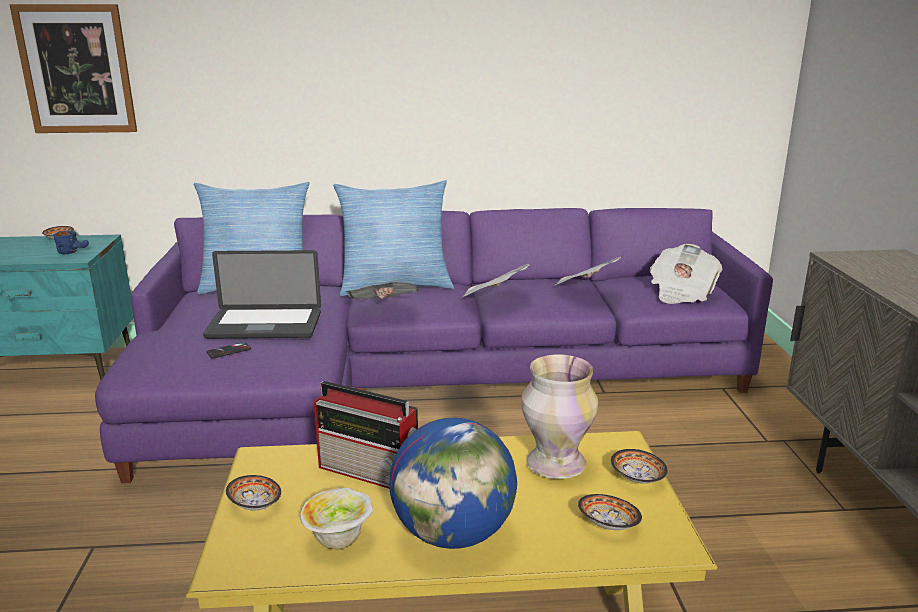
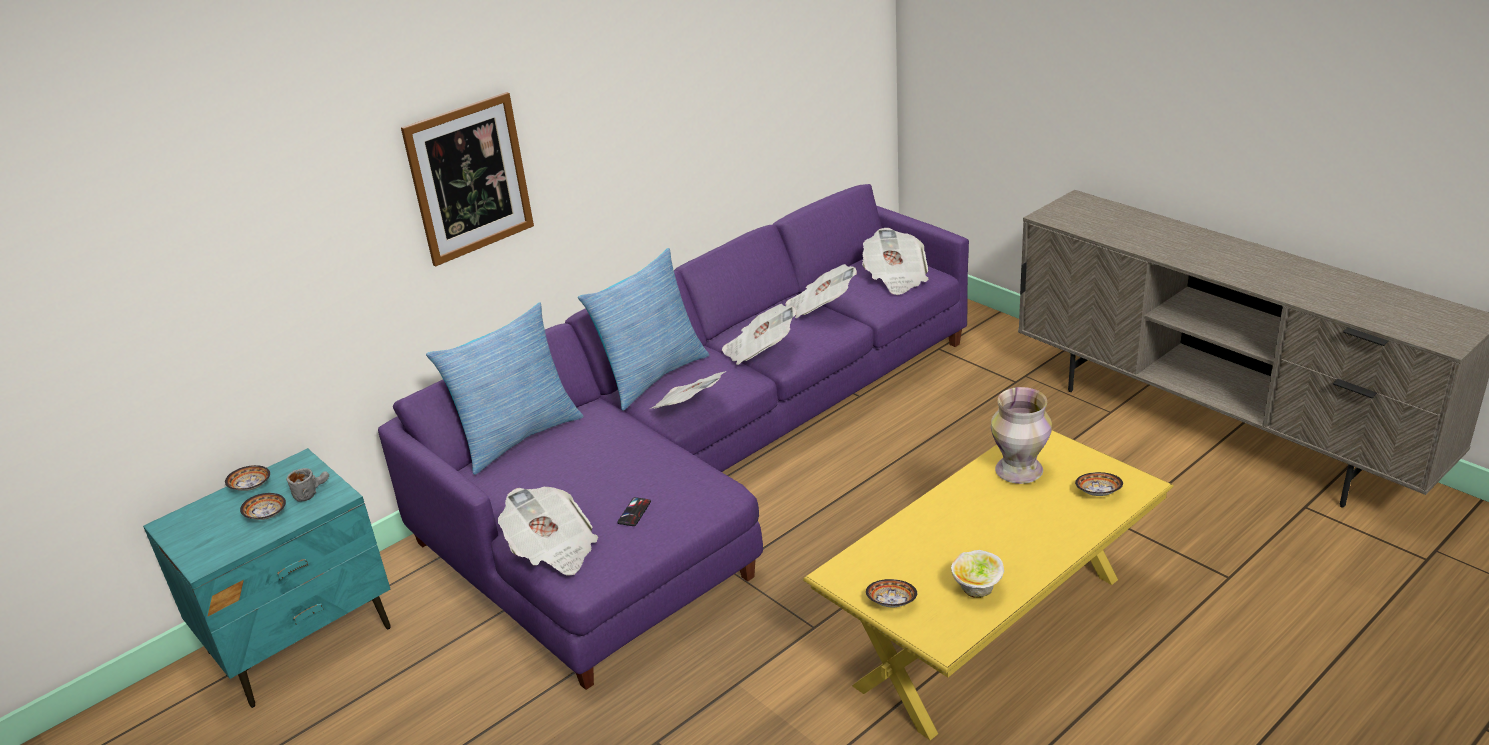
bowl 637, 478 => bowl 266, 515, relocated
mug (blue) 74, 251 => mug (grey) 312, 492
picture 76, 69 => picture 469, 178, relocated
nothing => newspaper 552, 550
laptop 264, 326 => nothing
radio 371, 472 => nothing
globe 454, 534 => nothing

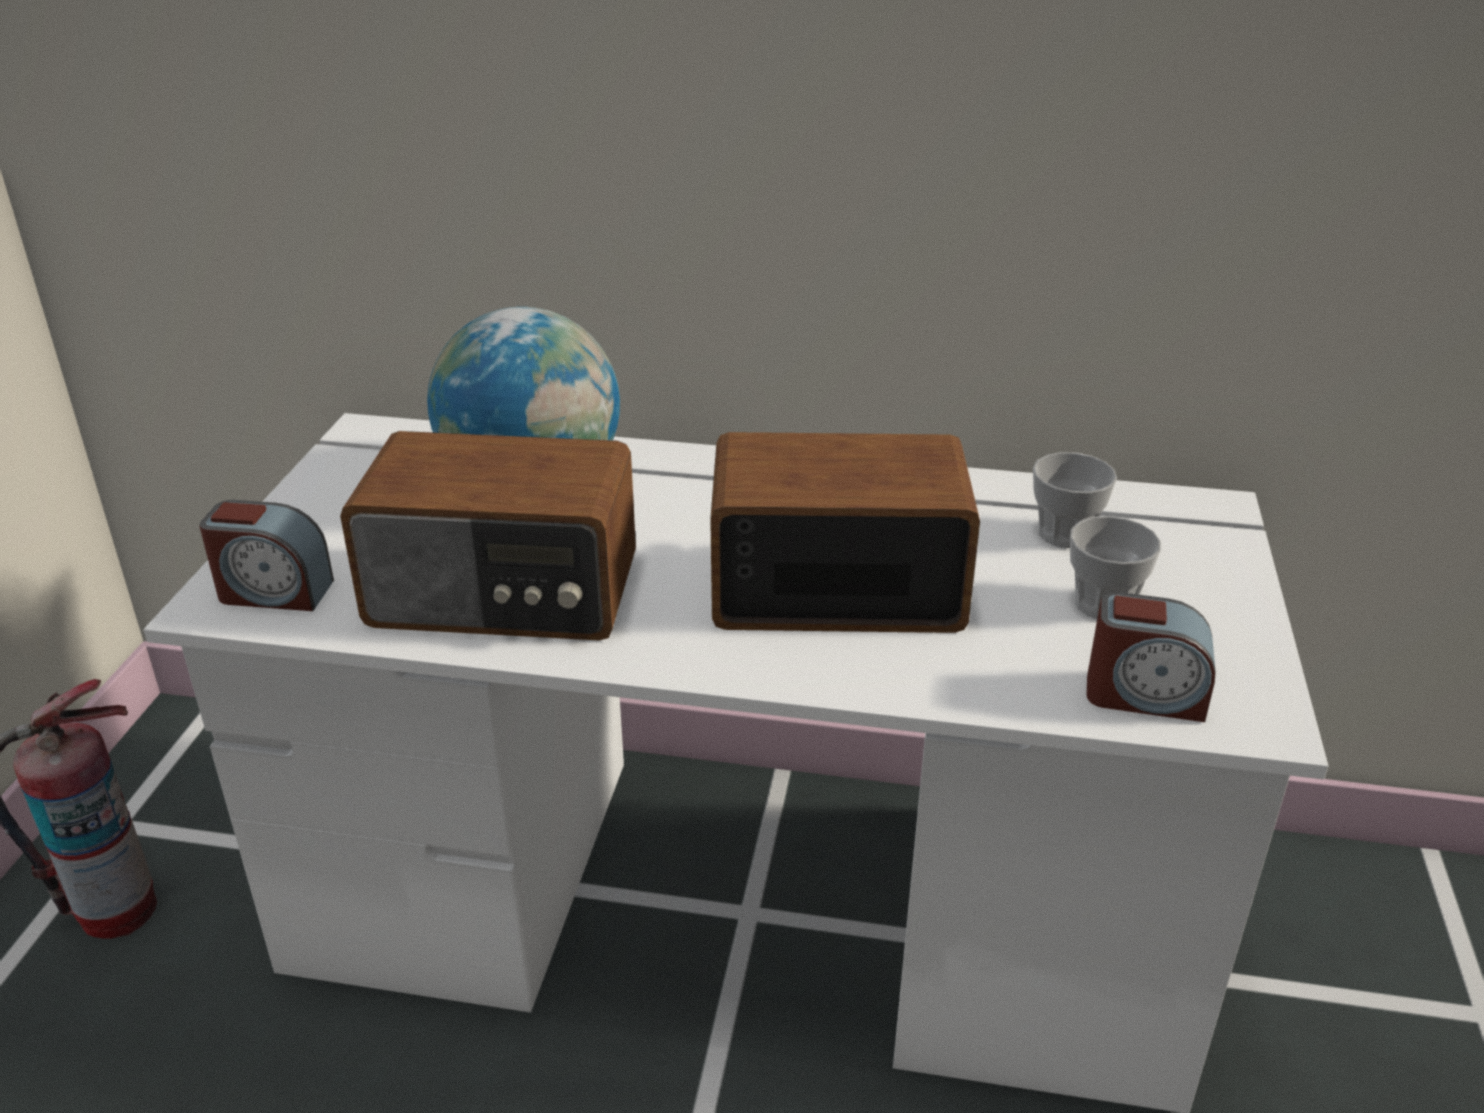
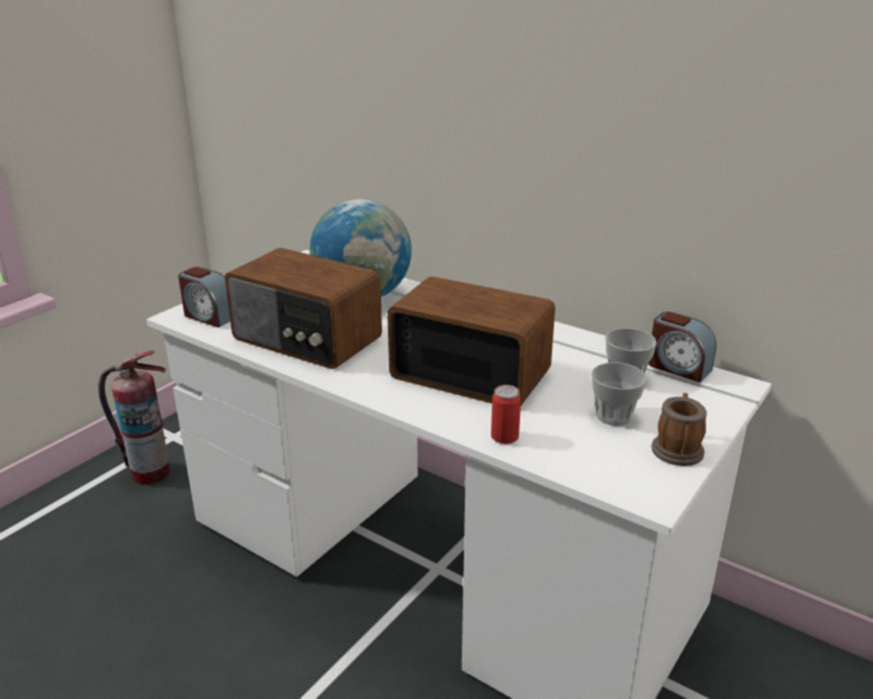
nothing => can 504, 436
alarm clock 1144, 695 => alarm clock 678, 367, relocated
nothing => mug 677, 448

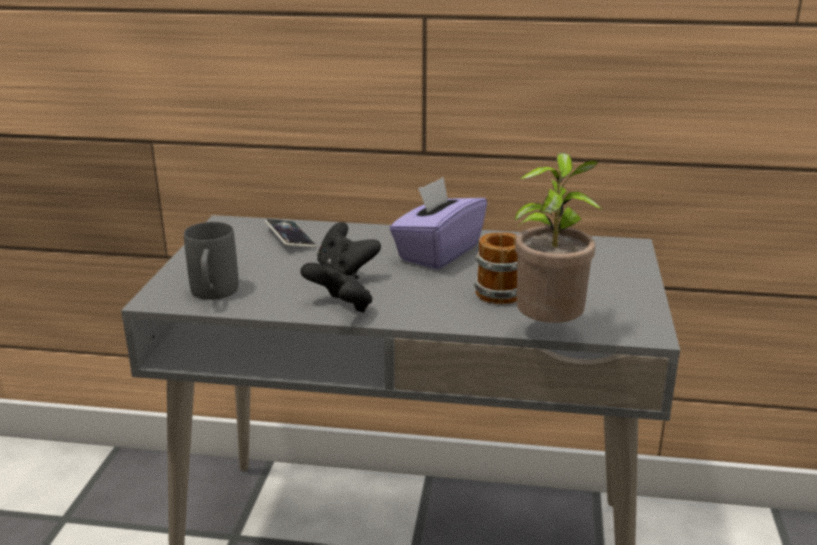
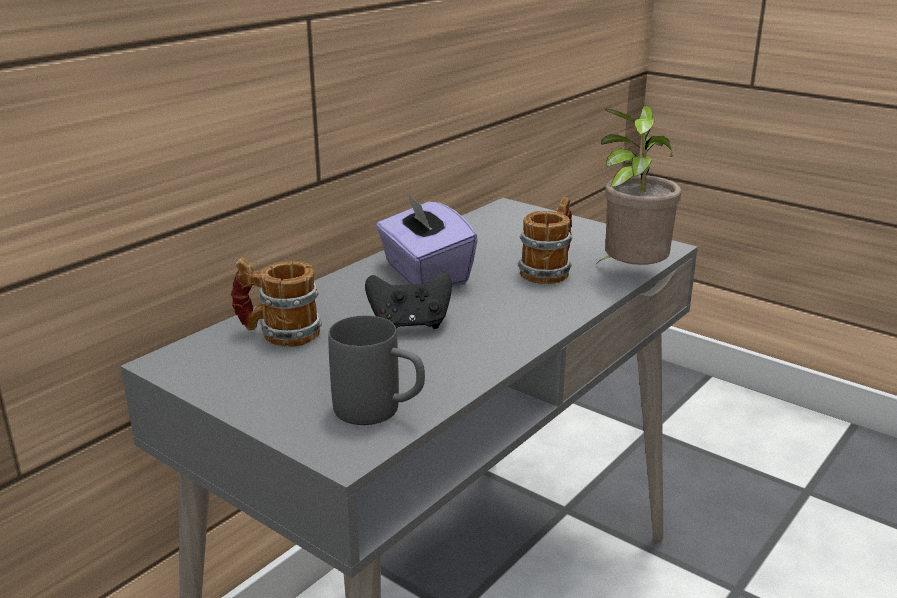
phone 290, 238 => mug 279, 333
game controller (black) 340, 308 => nothing

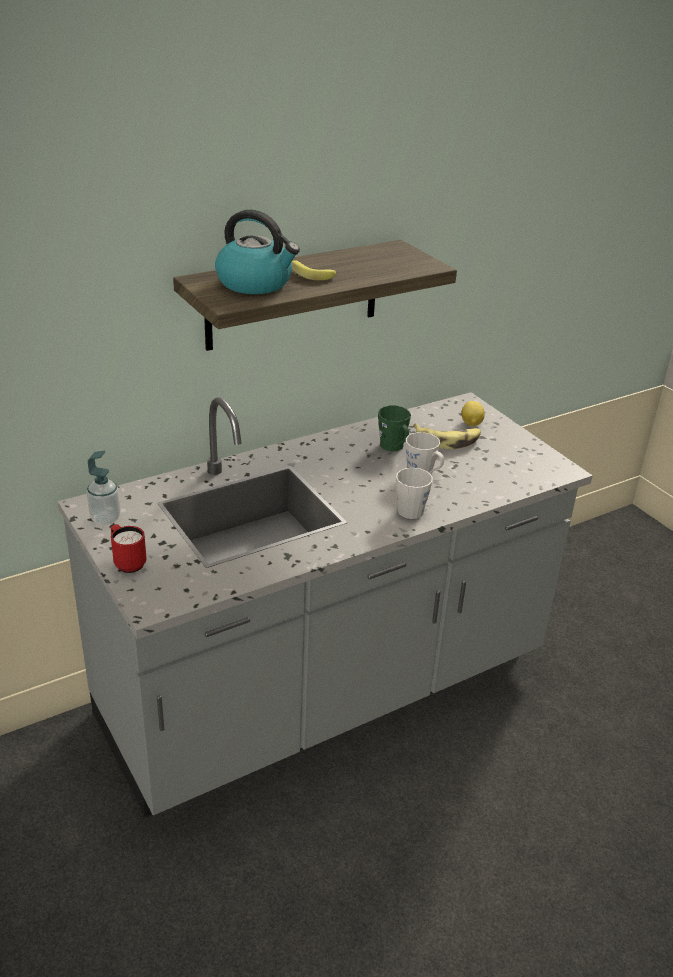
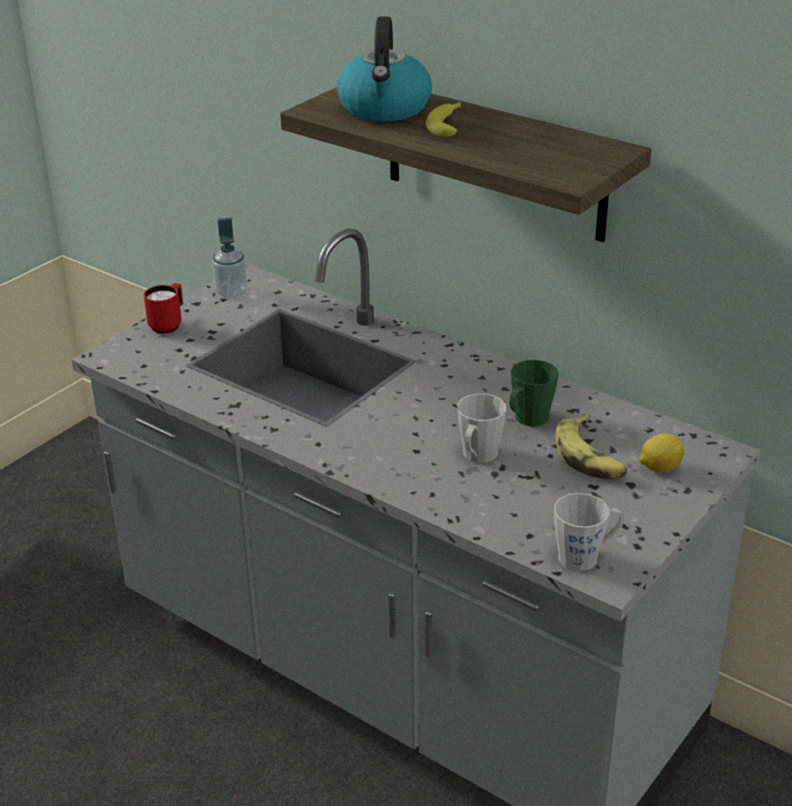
mug (grey) 411, 508 => mug (grey) 585, 556, relocated

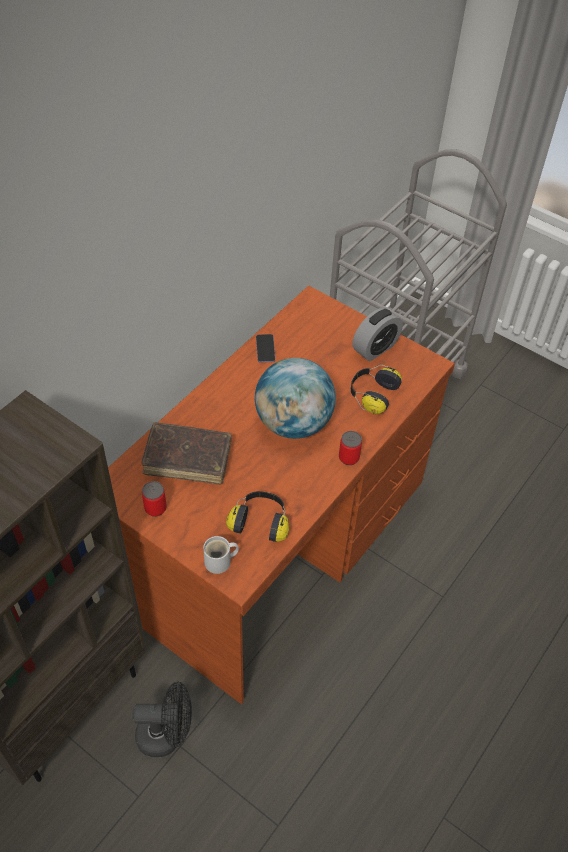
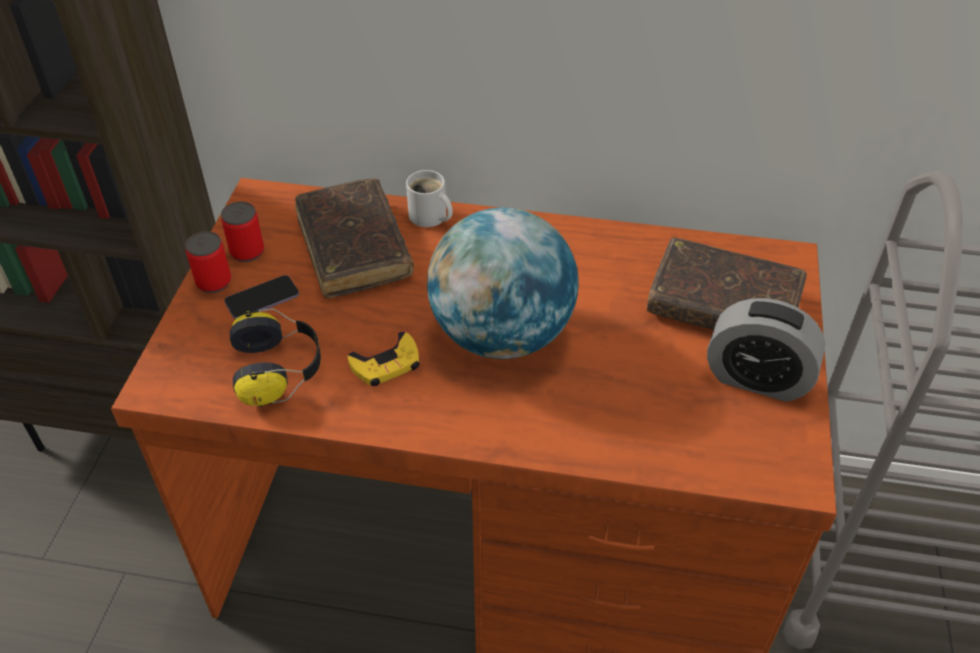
can 348, 457 => can 214, 282, relocated
phone 265, 349 => phone 262, 299, relocated
nothing => game controller (yellow) 386, 364
mug (white) 220, 562 => mug (white) 429, 217, relocated
nothing => book (brown) 723, 305
fan (black) 166, 735 => nothing
headphones 372, 395 => nothing

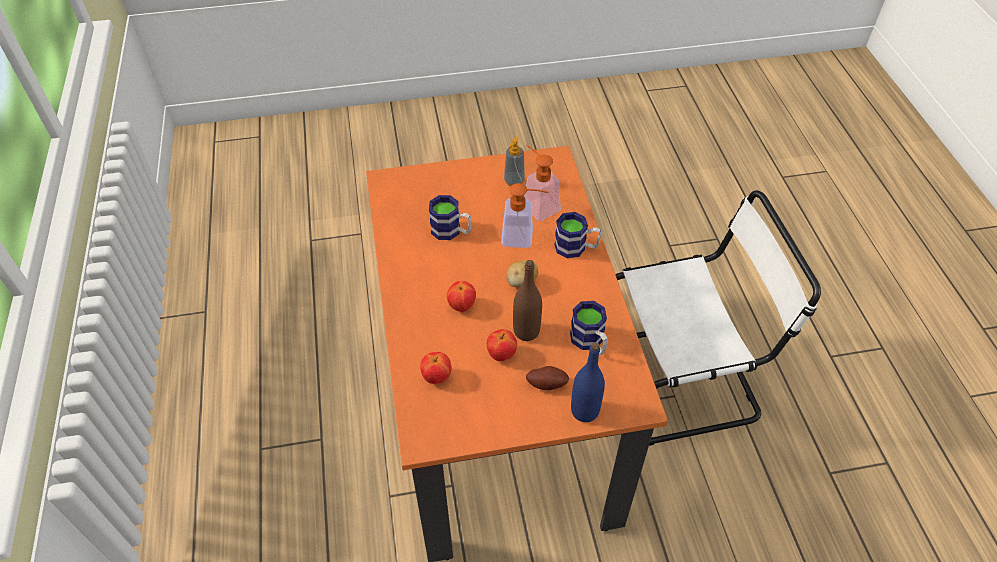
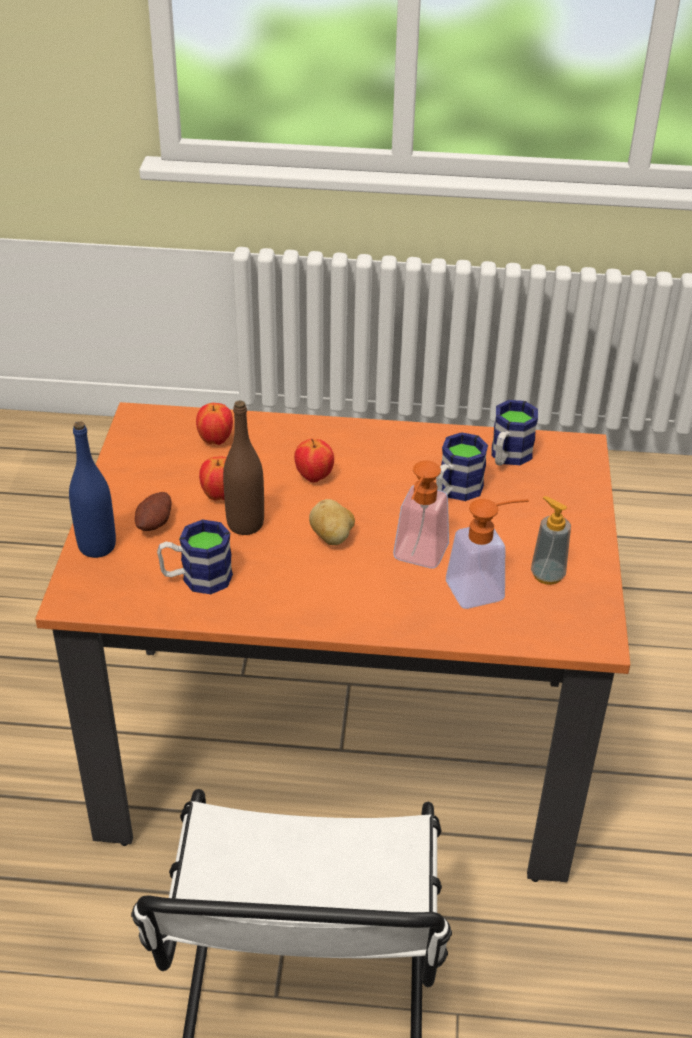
mug 576, 248 => mug 508, 457, relocated

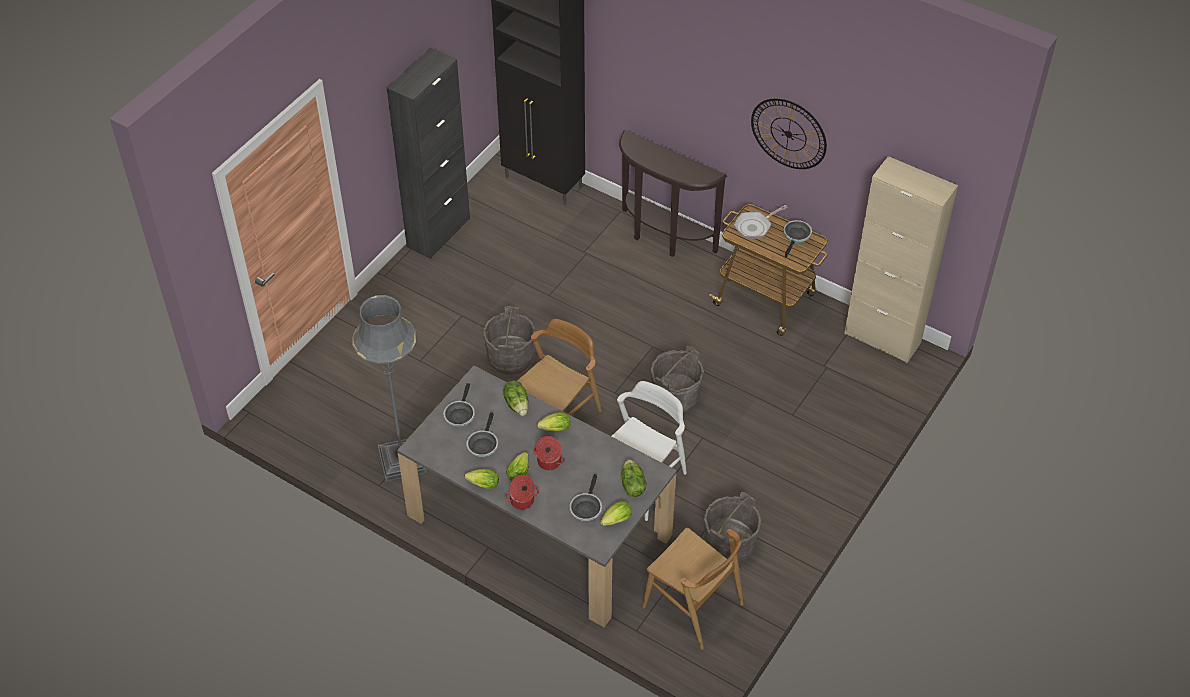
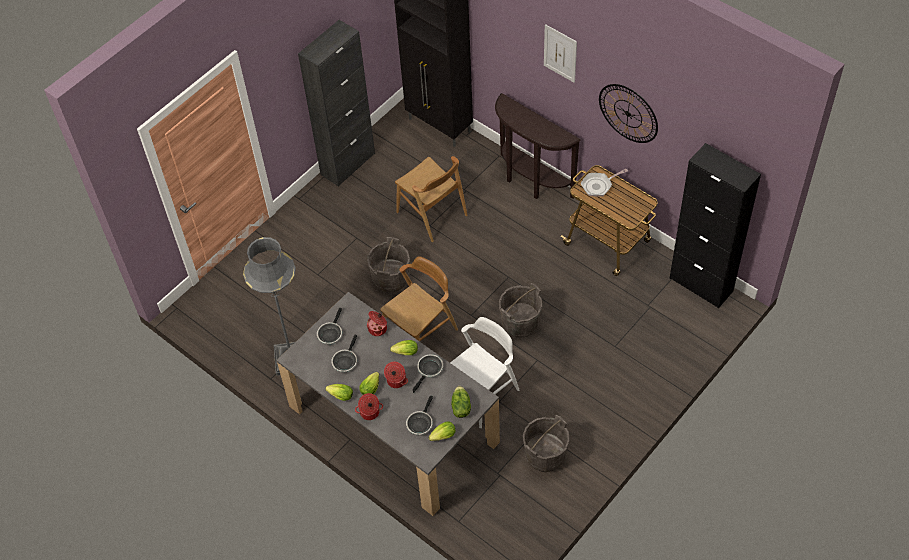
lettuce 517, 404 => cooking pot 378, 328
chair (brown) 693, 606 => chair (brown) 432, 214, relocated
frying pan 796, 237 => frying pan 429, 370, relocated
nothing => picture 560, 53
cabinet (beige) 882, 338 => cabinet (black) 701, 284

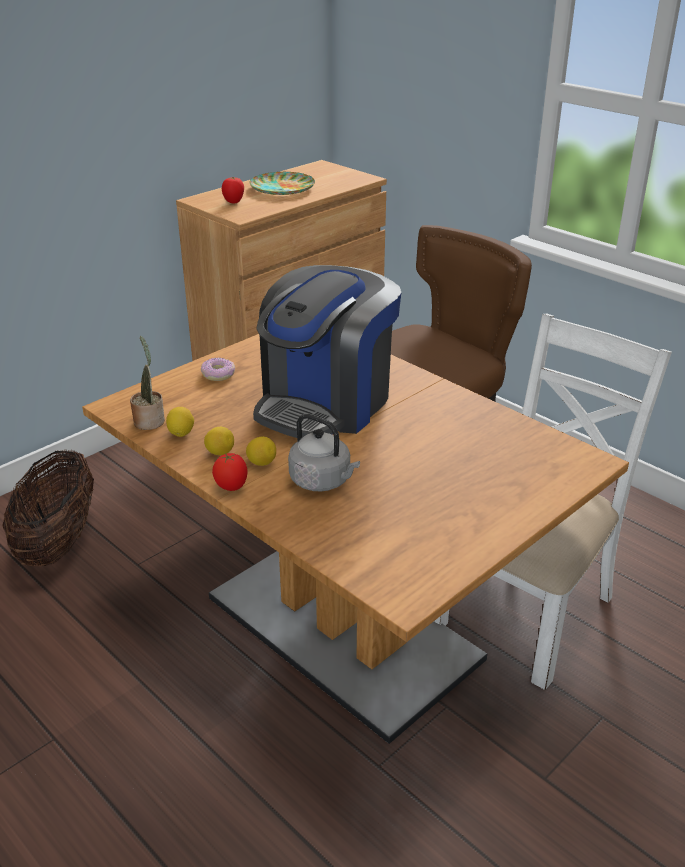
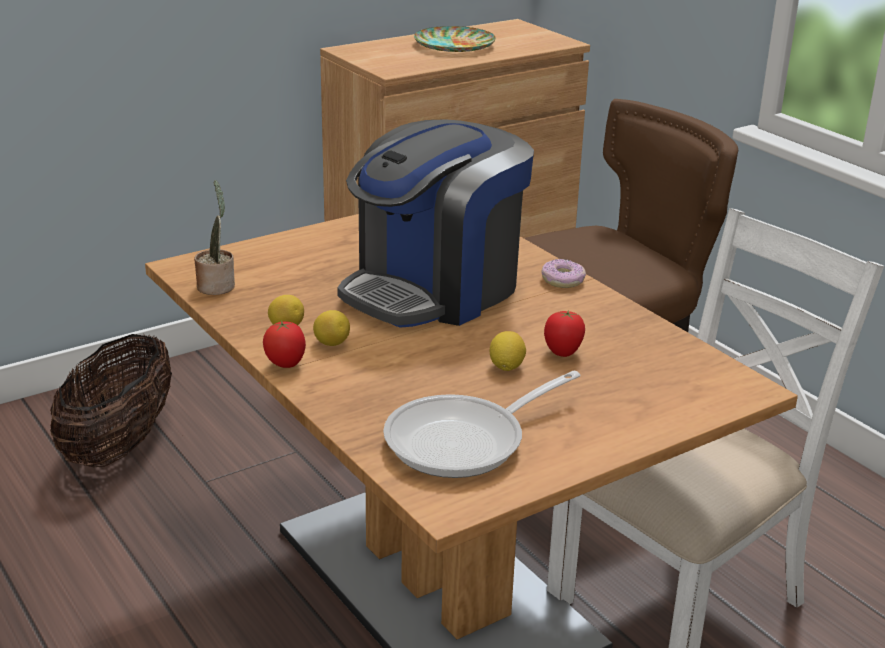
nothing => frying pan 465, 441
lemon 181, 433 => lemon 506, 367, relocated
donut 218, 374 => donut 563, 280, relocated
tomato 233, 202 => tomato 562, 353, relocated
kettle (grey) 323, 481 => nothing

